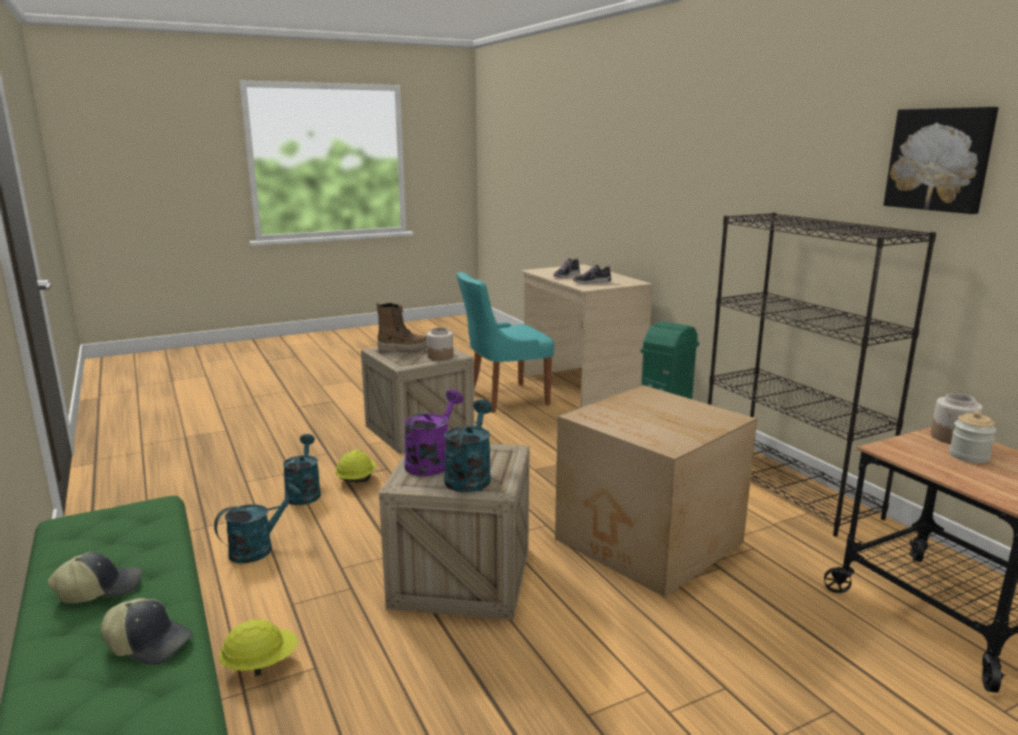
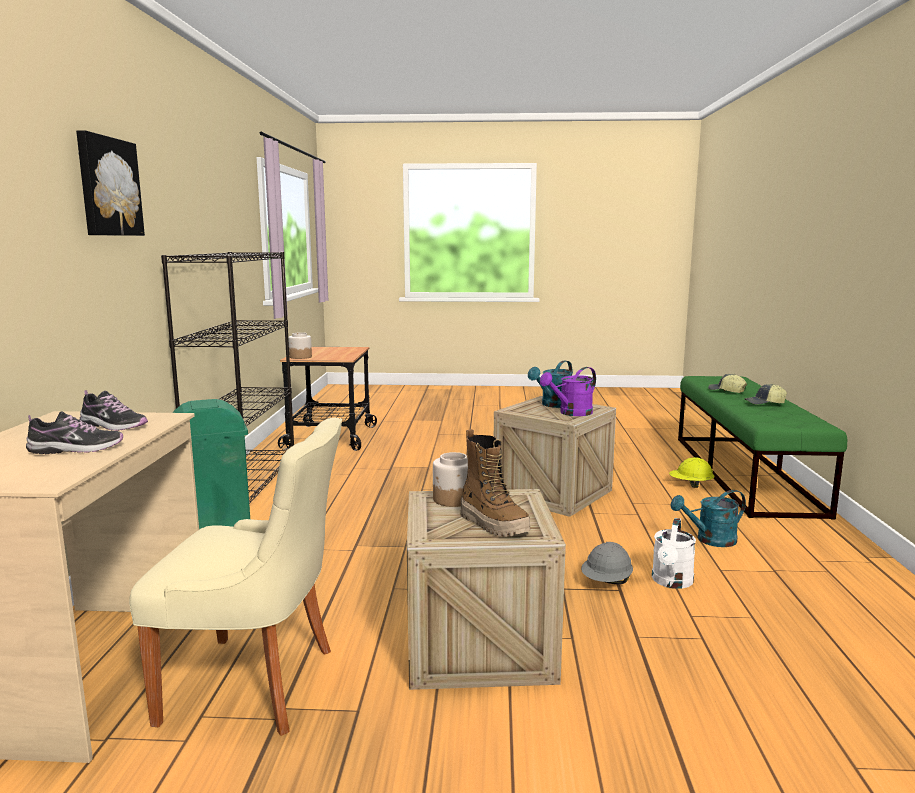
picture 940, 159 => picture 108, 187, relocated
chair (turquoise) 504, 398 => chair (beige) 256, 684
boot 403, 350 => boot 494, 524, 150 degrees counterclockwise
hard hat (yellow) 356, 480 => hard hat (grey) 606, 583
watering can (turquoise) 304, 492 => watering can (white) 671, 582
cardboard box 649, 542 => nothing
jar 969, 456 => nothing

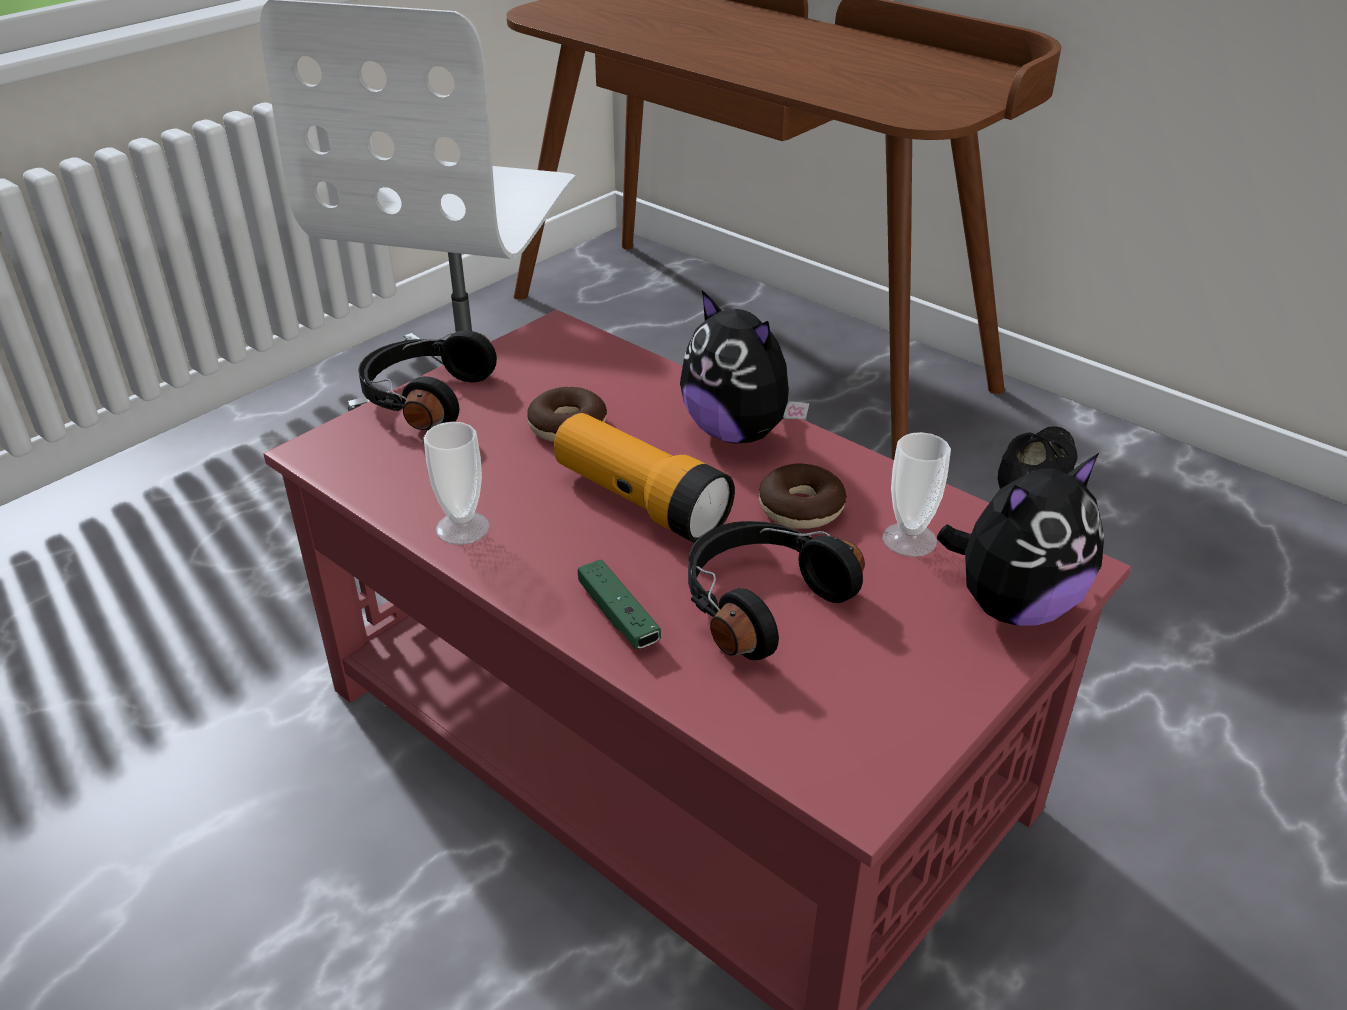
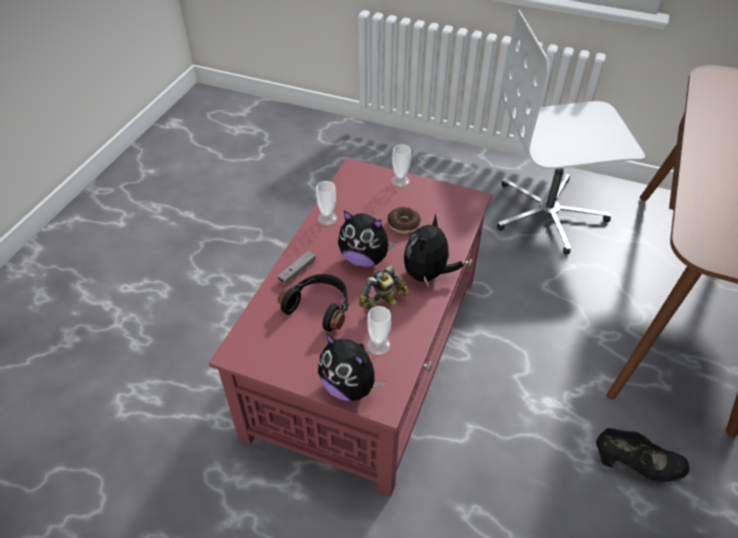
game controller (green) 618, 616 => game controller (grey) 297, 271
flashlight 640, 502 => plush toy 364, 258
donut 801, 508 => toy robot 383, 306
headphones (black) 424, 398 => cup 400, 181

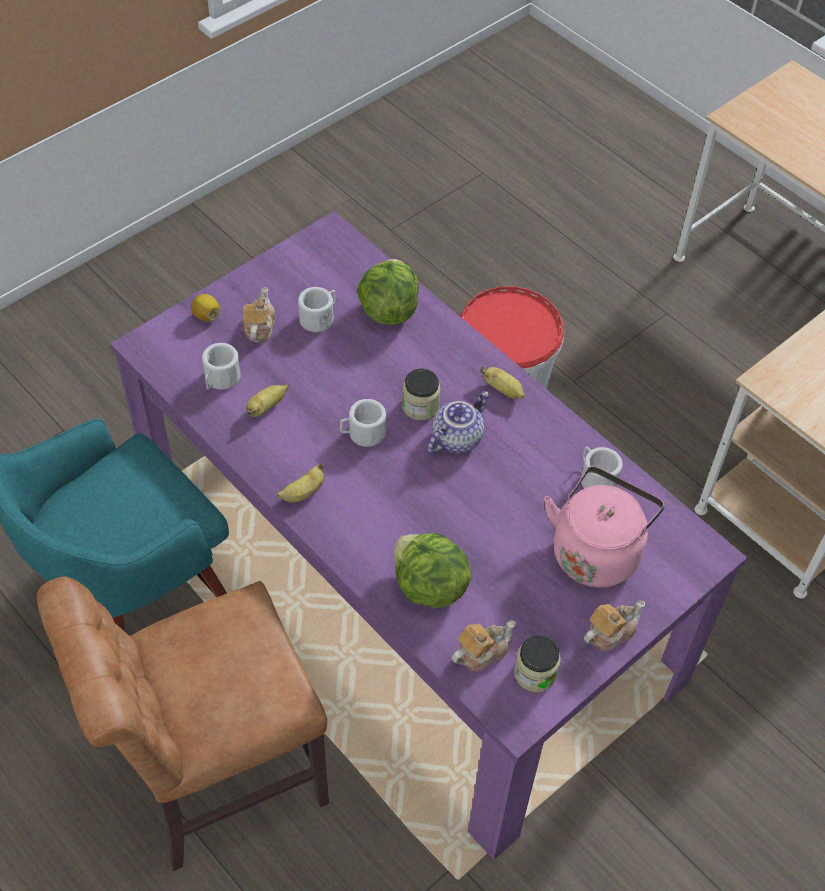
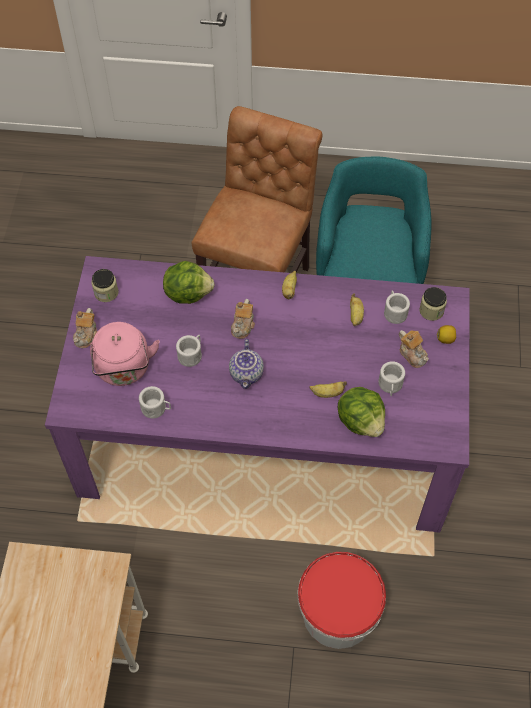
mug (white) 362, 433 => mug (white) 191, 354, relocated
teapot 481, 652 => teapot 243, 325, relocated
banana 503, 390 => banana 327, 393, relocated
jar 420, 406 => jar 431, 310, relocated

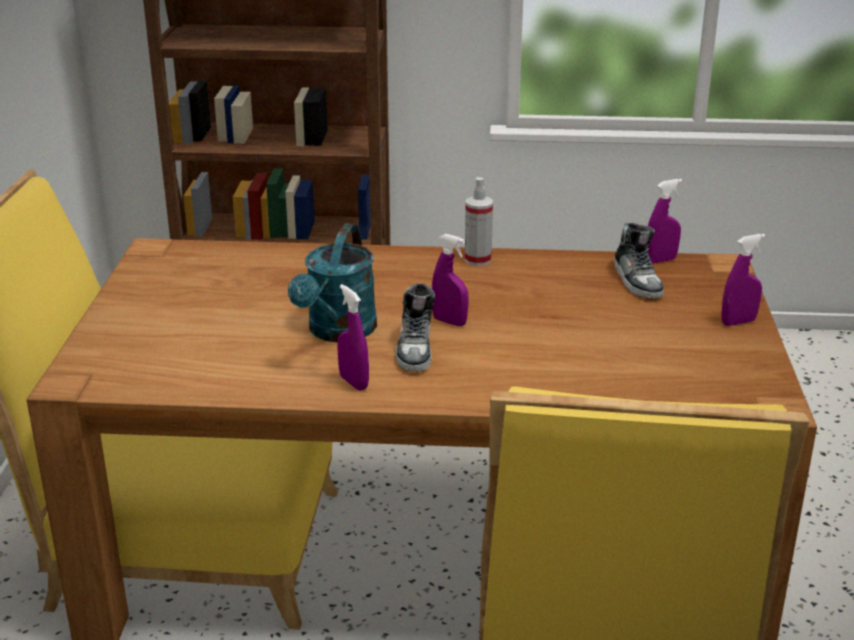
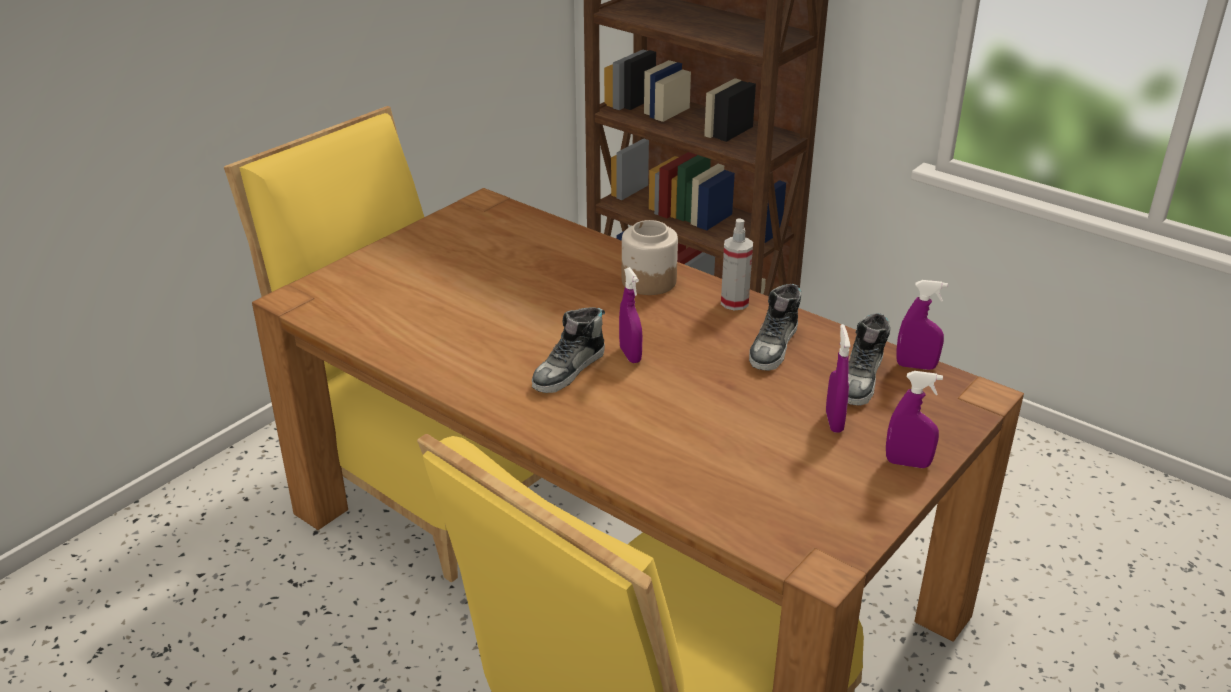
nothing => jar 648, 281
nothing => shoe 774, 347
spray bottle (purple) 353, 382 => spray bottle (purple) 834, 422, relocated
watering can (turquoise) 338, 332 => nothing

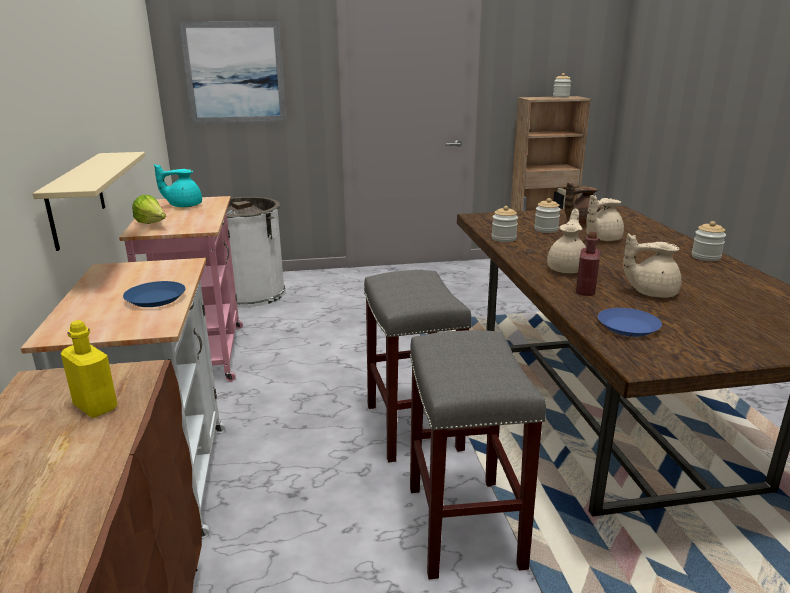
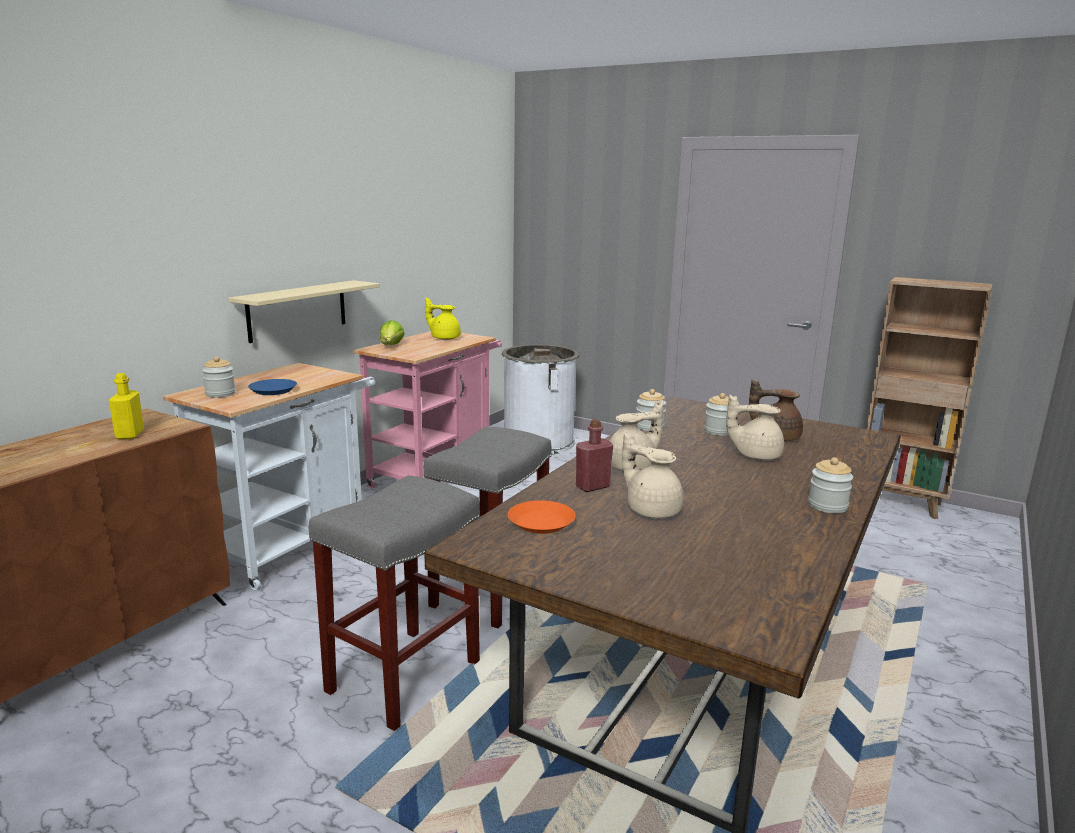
jar 561, 97 => jar 220, 394, relocated
teapot (turquoise) 184, 205 => teapot (yellow) 444, 338
plate (blue) 627, 327 => plate (orange) 541, 522
picture 234, 73 => nothing

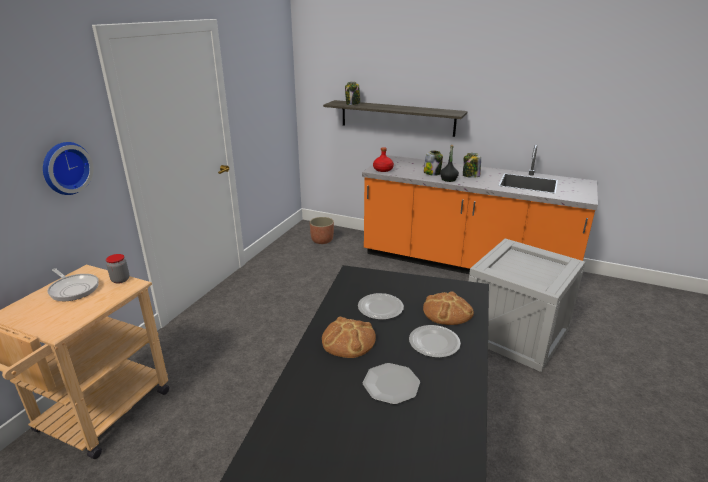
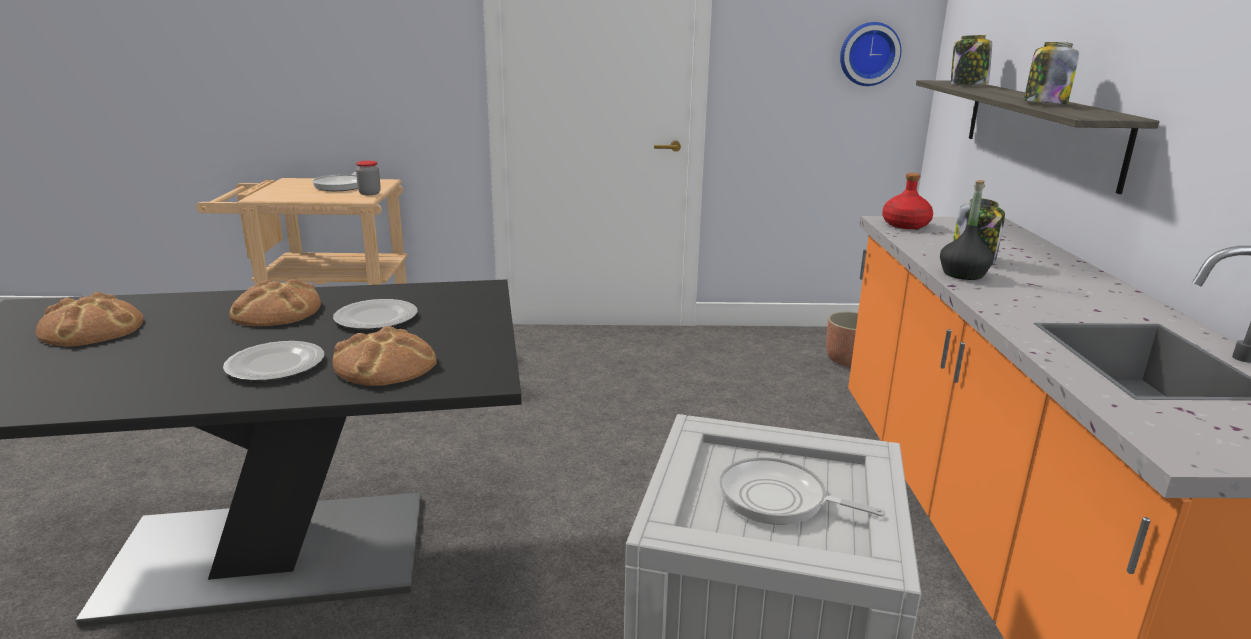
nothing => bread 92, 328
nothing => frying pan 778, 500
wall clock 65, 168 => wall clock 868, 54, relocated
jar 470, 176 => jar 1044, 104, relocated
plate 391, 384 => nothing

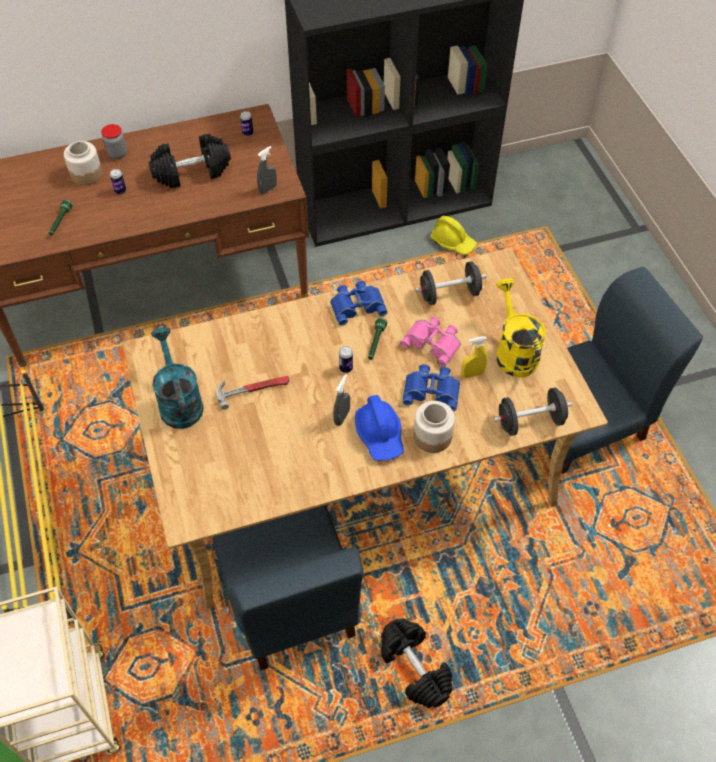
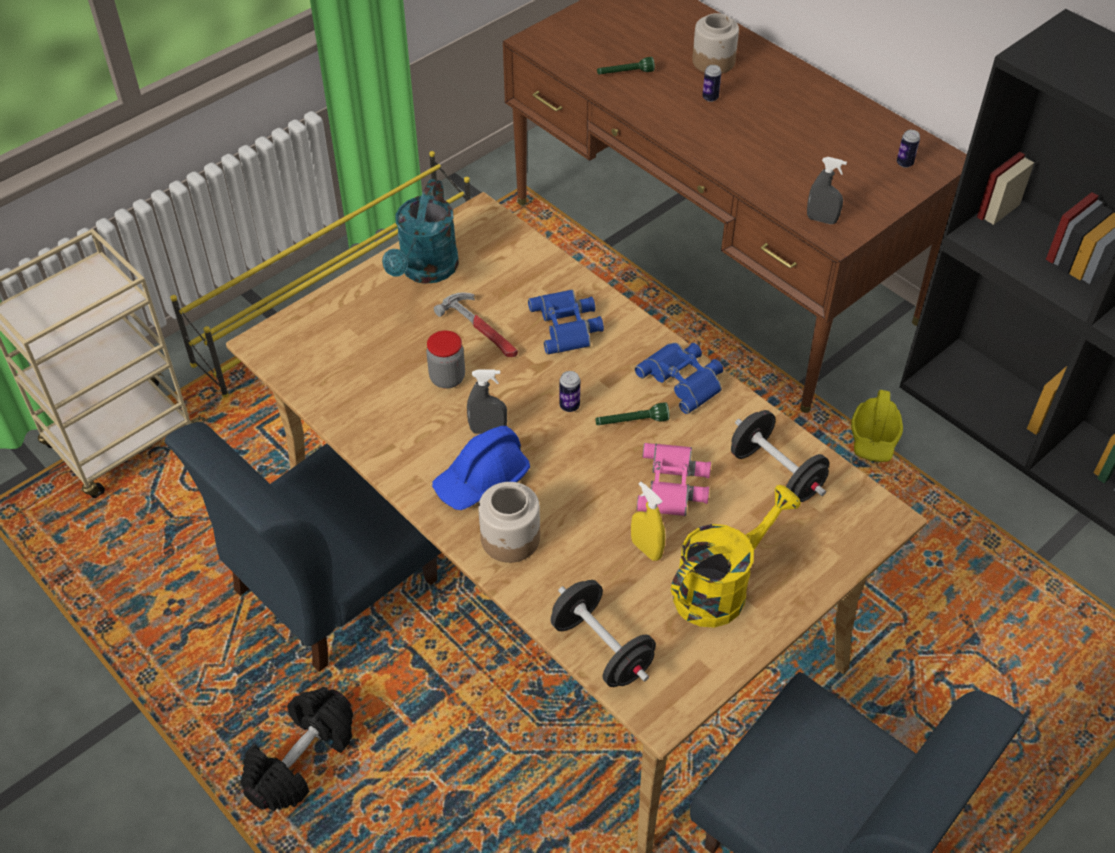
watering can (turquoise) 179, 401 => watering can (turquoise) 426, 271, 150 degrees clockwise
jar 117, 154 => jar 447, 378, relocated
binoculars (blue) 432, 390 => binoculars (blue) 568, 325, relocated
hard hat (yellow) 453, 242 => hard hat (yellow) 875, 436, relocated
dumbbell (black) 192, 172 => nothing

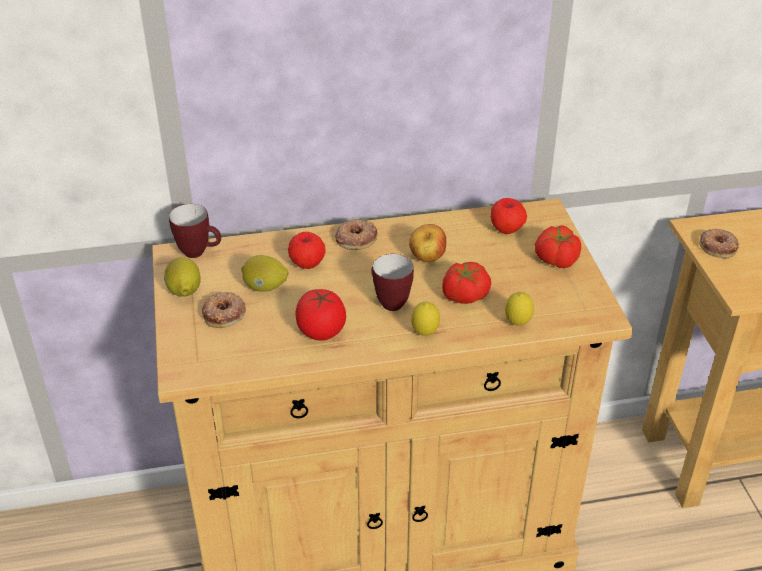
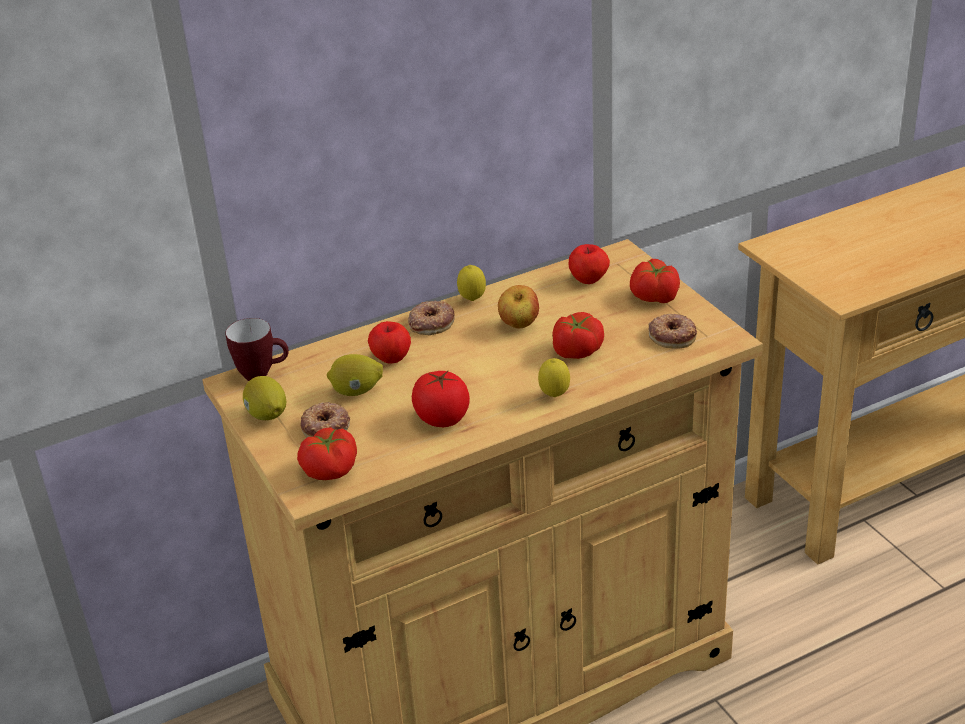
nothing => tomato 331, 470
lemon 517, 324 => lemon 472, 300, relocated
donut 718, 246 => donut 672, 335, relocated
mug 388, 302 => nothing

